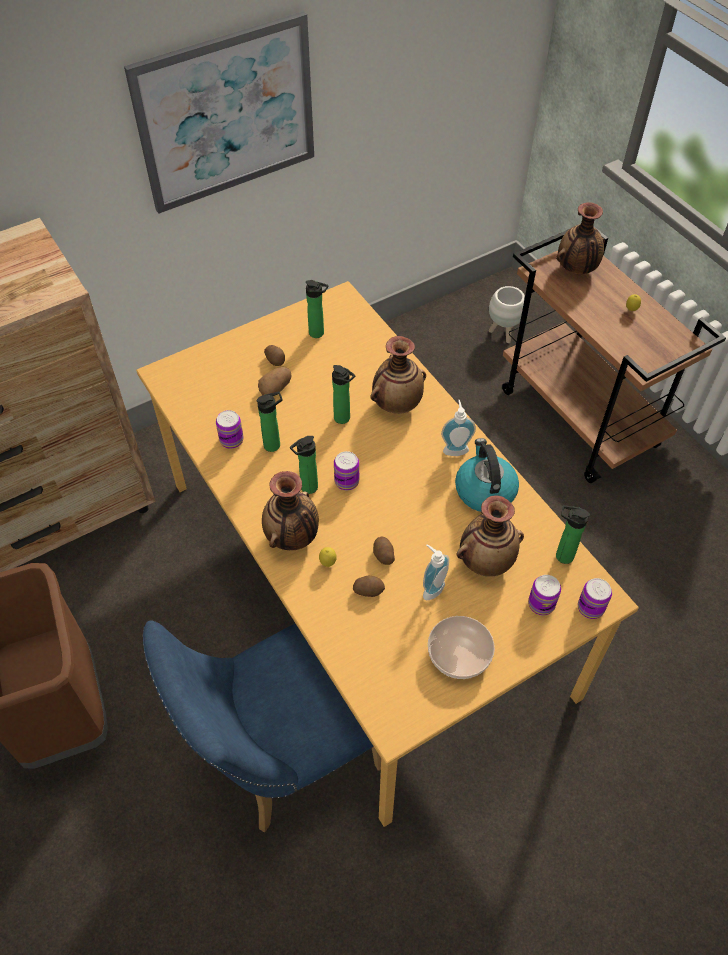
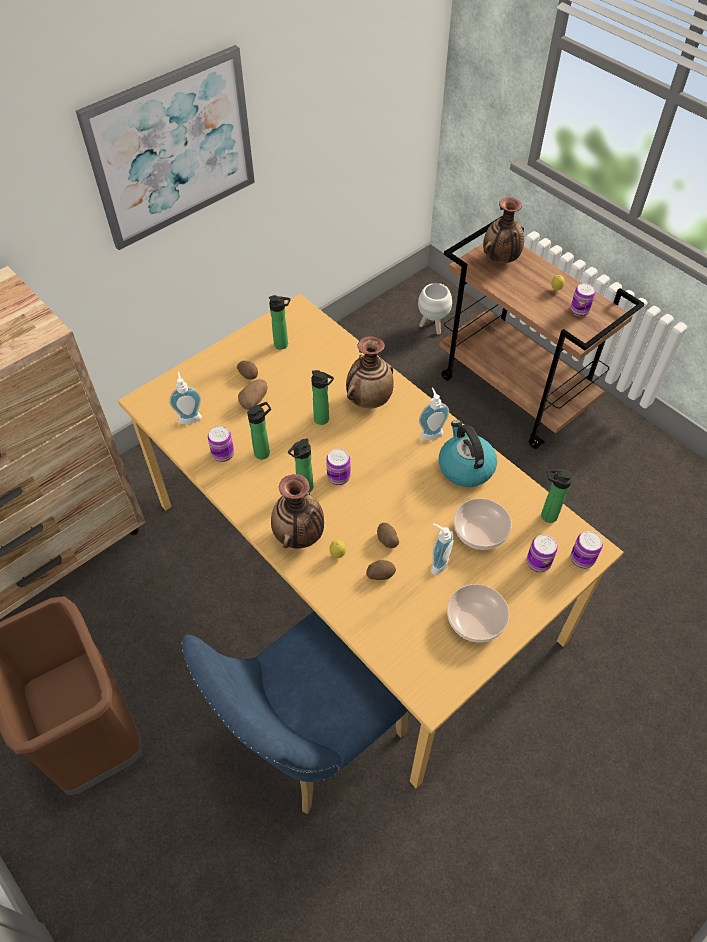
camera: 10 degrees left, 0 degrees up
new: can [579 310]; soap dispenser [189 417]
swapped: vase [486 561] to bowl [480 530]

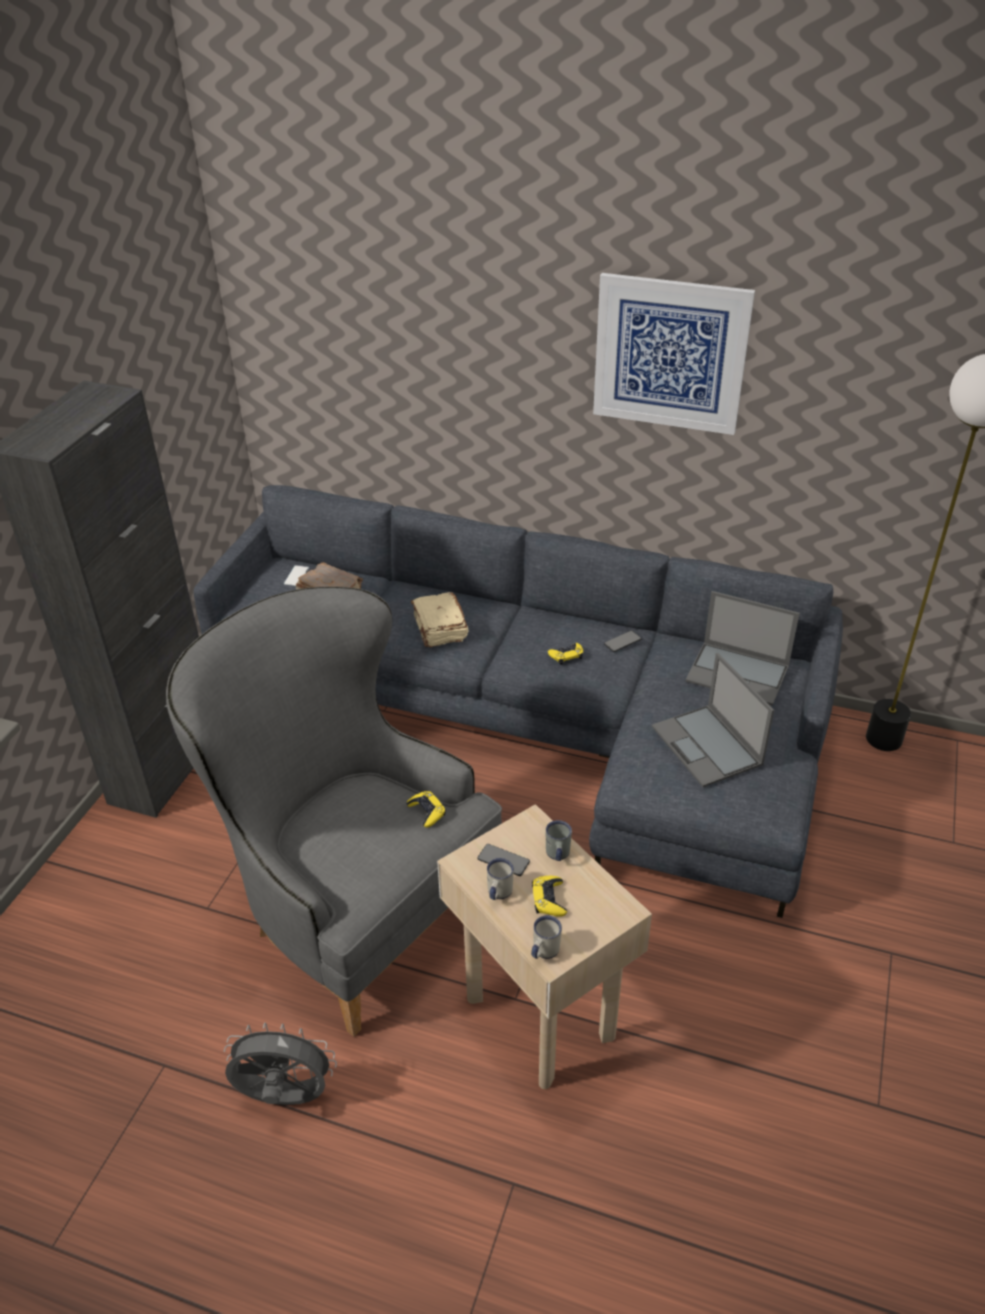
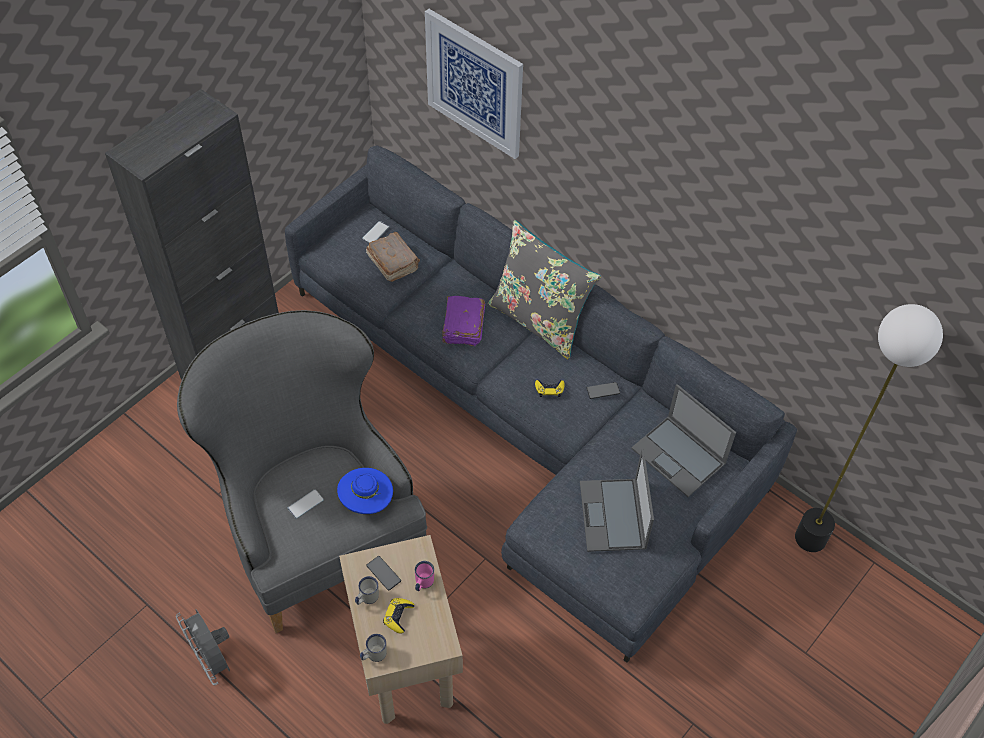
camera: 20 degrees right, 15 degrees up
new: pillow in grey [539 320]; phone [305 504]
shifted: picture [670 354] to [474 83]
swapped: game controller in yellow [427 811] to hat in blue [366 501]
repainted: book in beige [439 629] to book in purple [463 327]; mug in grey [557 855] to mug in pink [423 583]
rotated: fan in grey [284 1098] = [213 659] 150 degrees counterclockwise

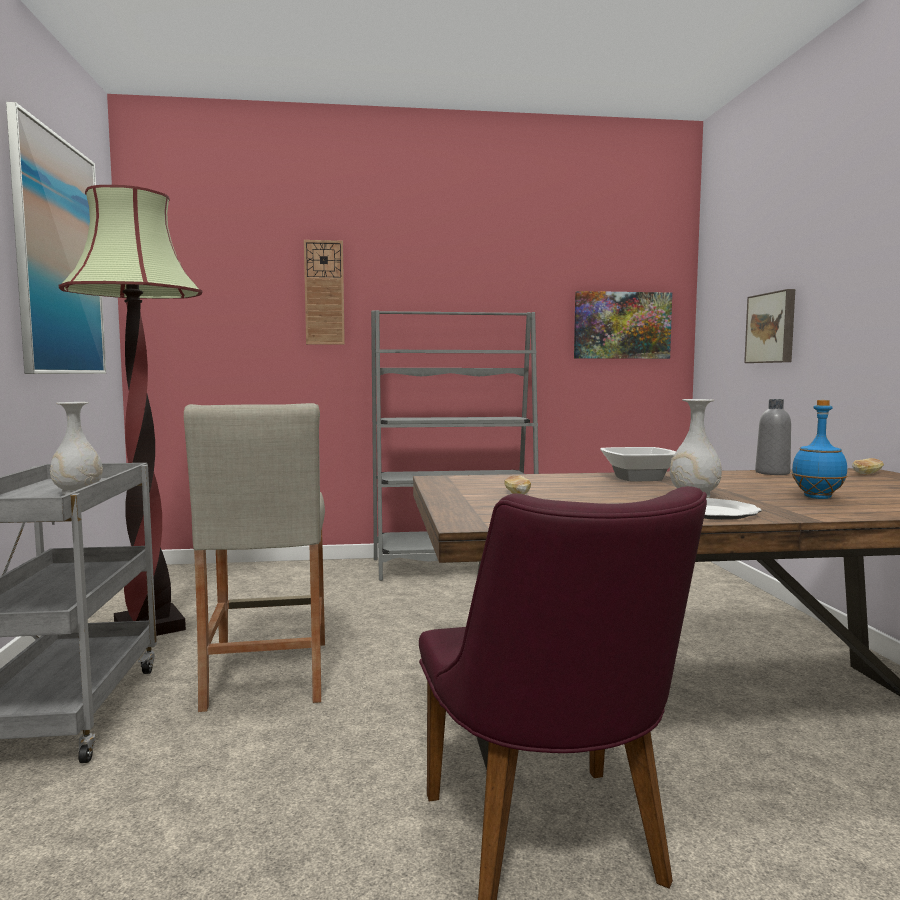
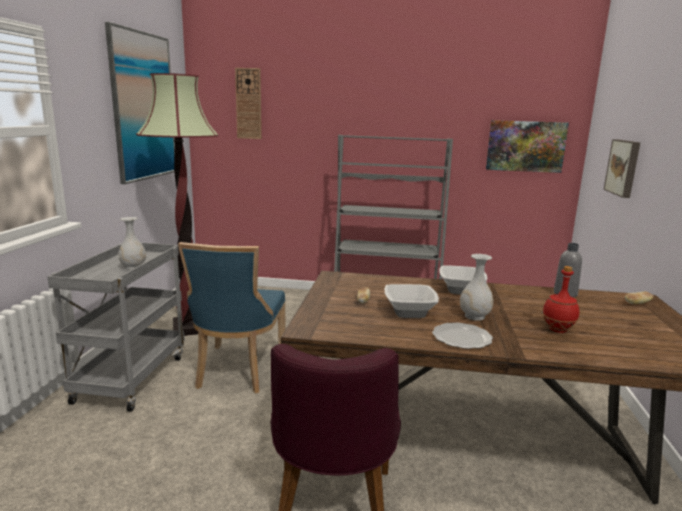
camera: 15 degrees right, 10 degrees up
new: bowl [410 312]
shifted: wall clock [324 293] to [248 104]
swapped: stool in beige [266 673] to chair in blue [238 370]
repainted: bottle in blue [817 497] to bottle in red [558 330]

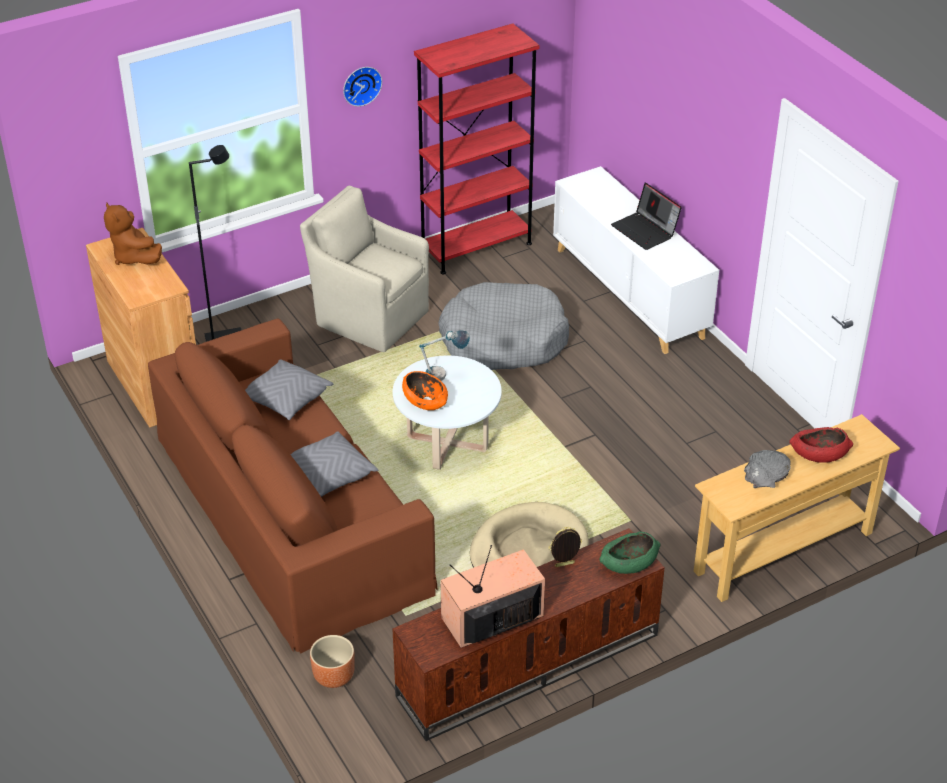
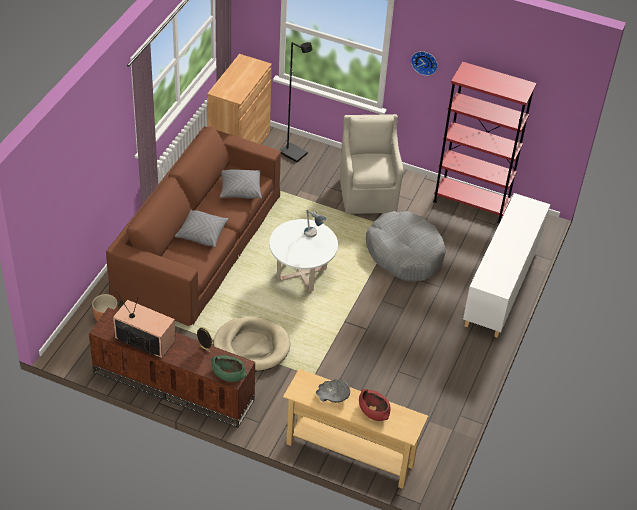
camera: 50 degrees right, 5 degrees up
gone: laptop [645 231]; plush toy in brown [134 257]; bowl in orange [425 400]

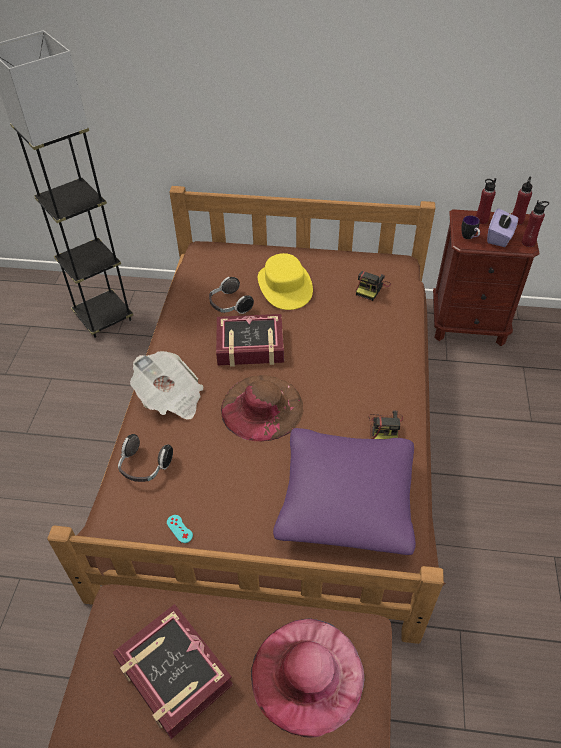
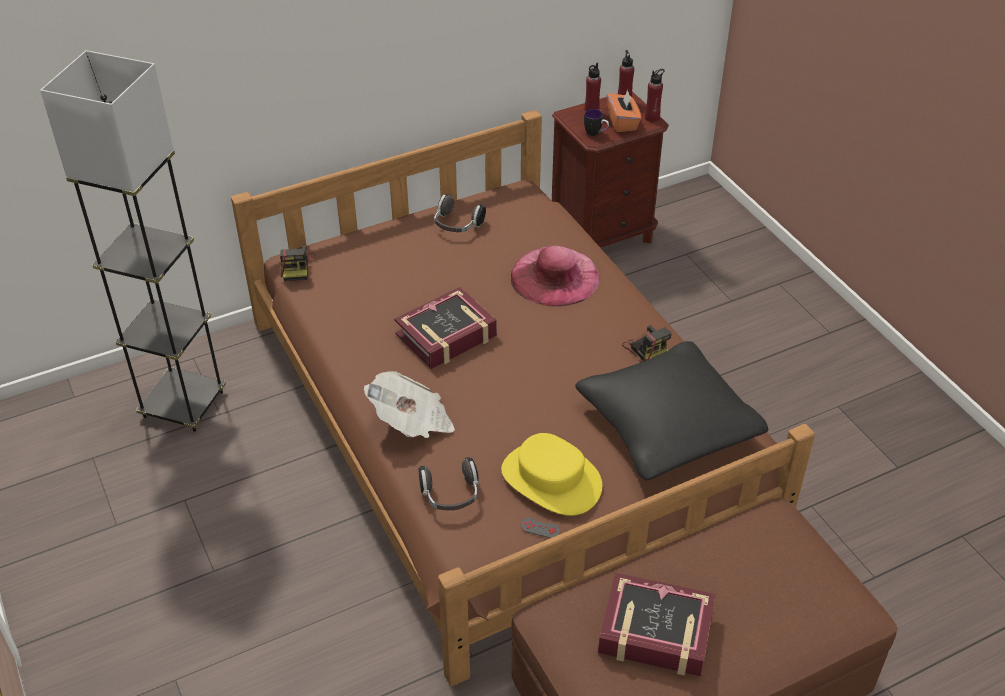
camera: 35 degrees left, 5 degrees down
gone: hat in brown [262 407]
shifted: hat in yellow [284 286] to [550 480]; photo camera [371 288] to [297 267]; headphones [229 305] to [457 226]; hat in pink [307 675] to [555 276]
repainted: tissue box in purple [499 237] to tissue box in orange [622 122]; pillow in purple [346 500] to pillow in black [667 425]; game controller in turquoise [179 529] to game controller in grey [540 528]

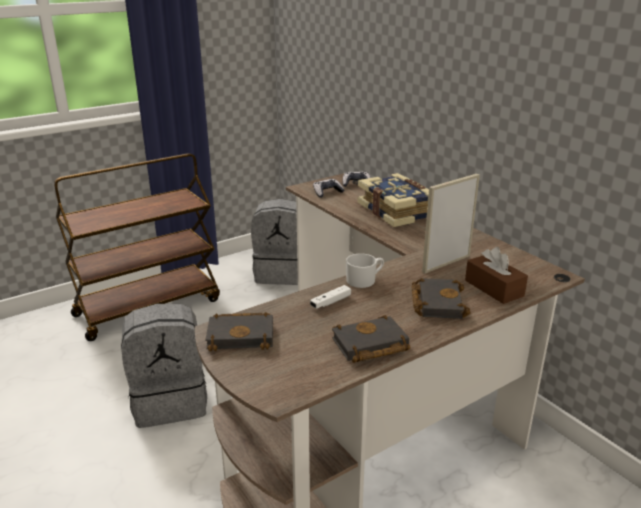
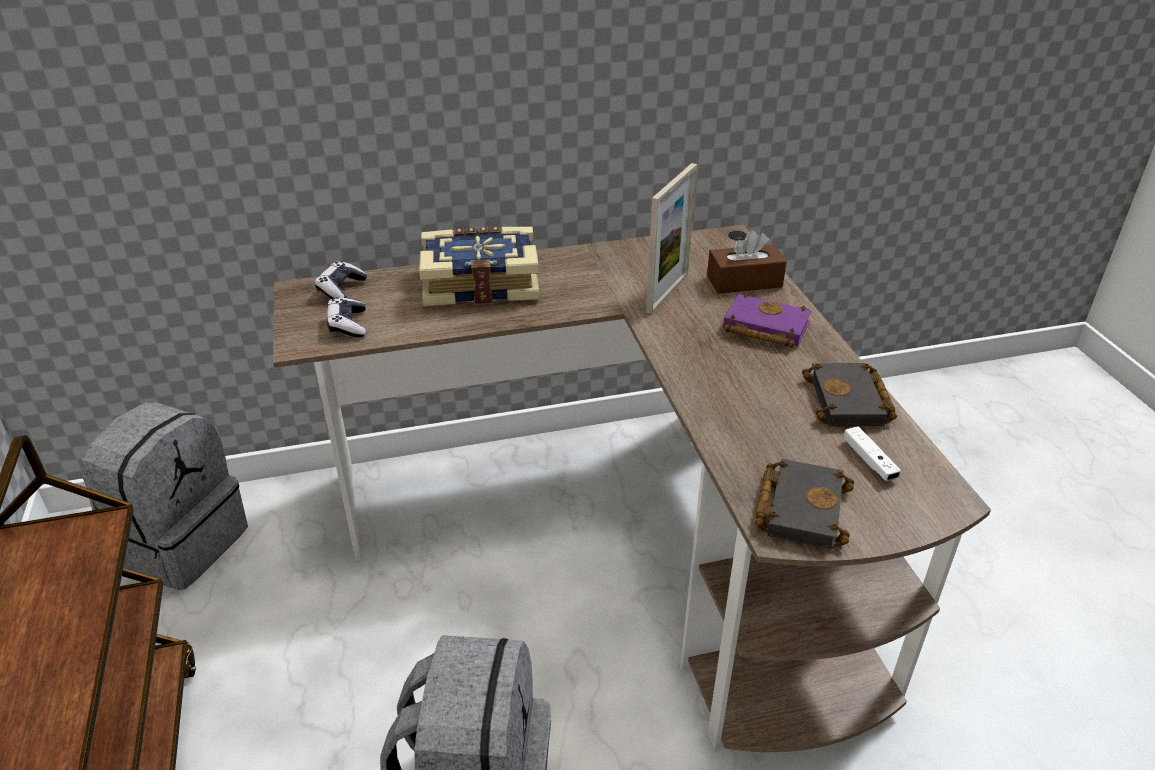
camera: 70 degrees left, 10 degrees up
gone: mug in white [364 280]
shifted: game controller in white [330 302] to [869 460]
repainted: book in black [436 302] to book in purple [762 328]
rotated: picture frame [446 263] = [667 293] 135 degrees counterclockwise

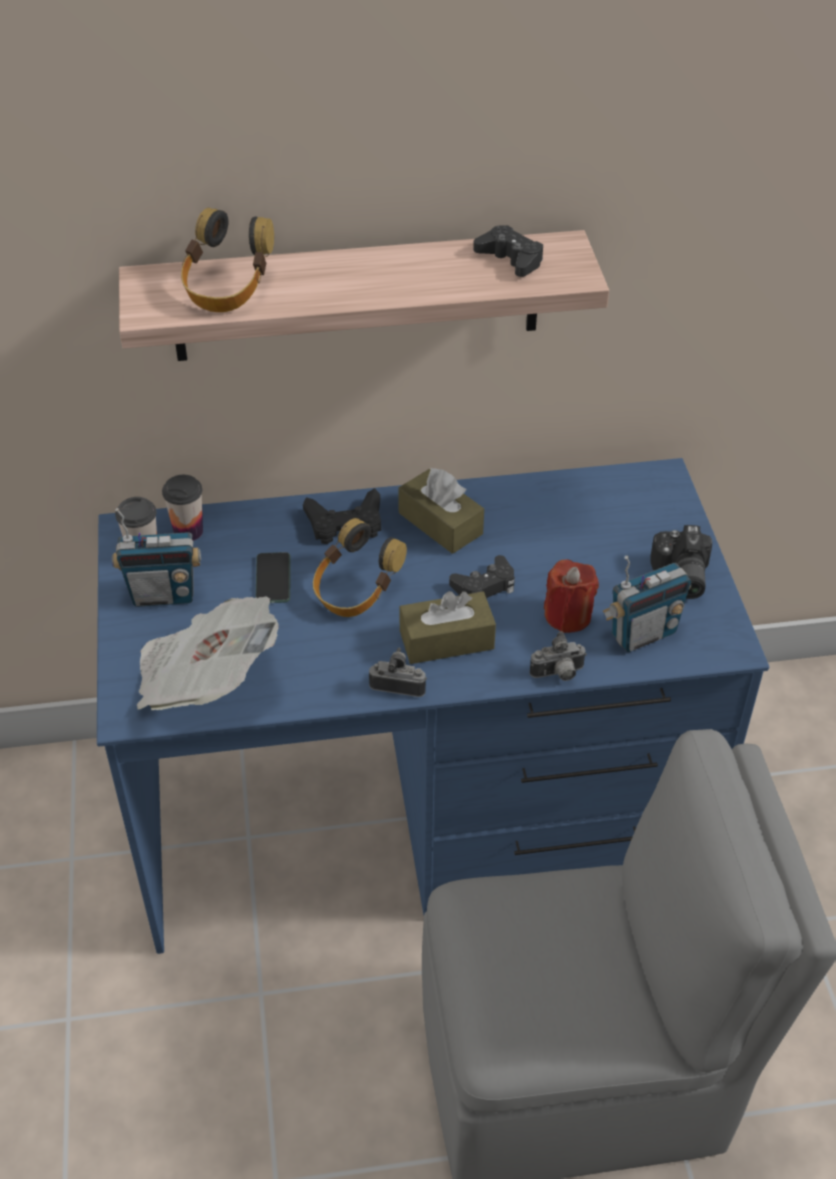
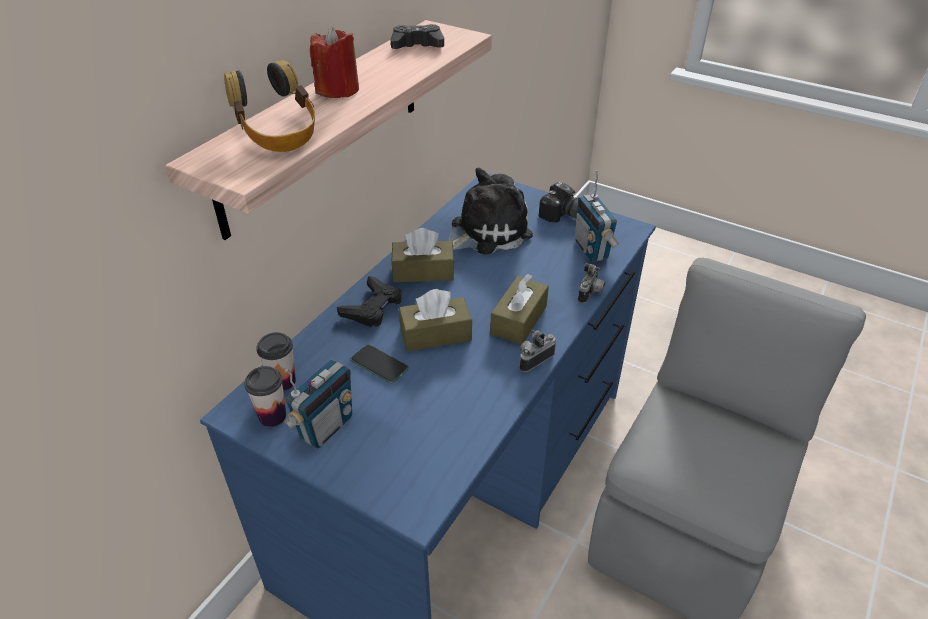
camera: 50 degrees left, 5 degrees down
gone: game controller in black [484 586]; newspaper [206 679]
new: plush toy [486 232]
shifted: candle in red [568 615] to [338 90]
swapped: headphones [356 591] to tissue box in brown [435 334]
rotated: radio [642 633] = [592 250] 150 degrees clockwise

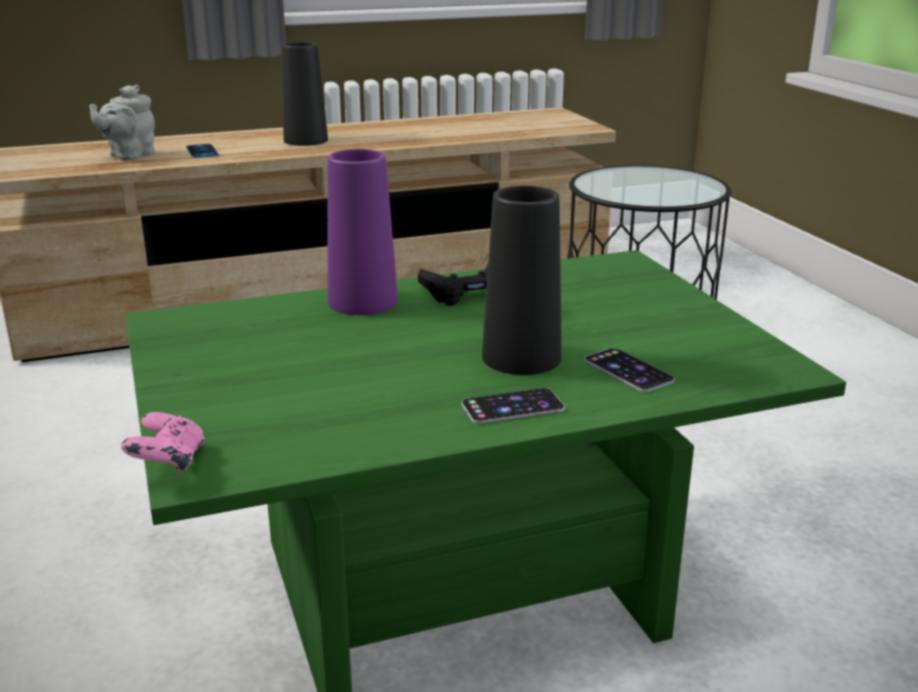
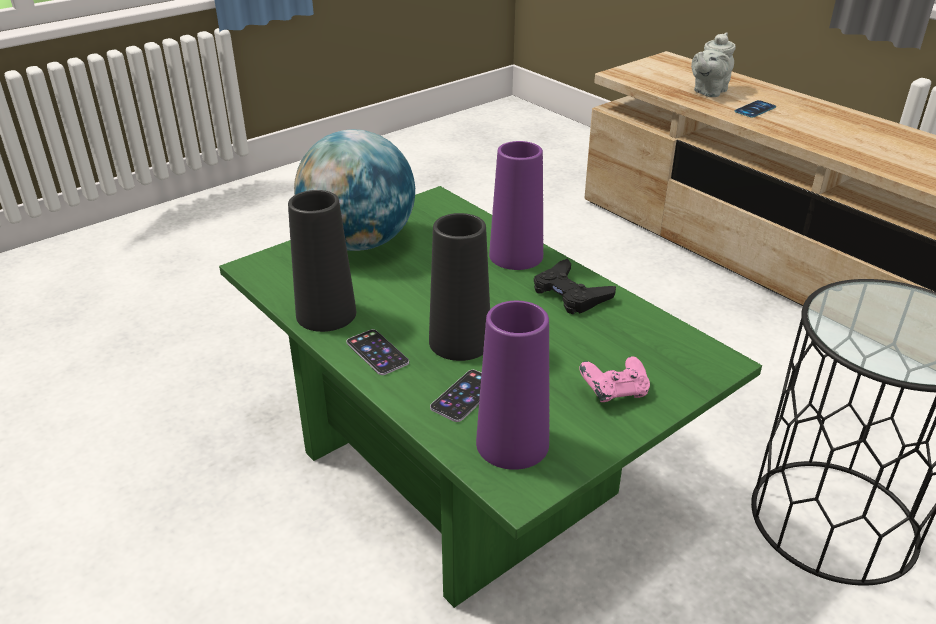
camera: 70 degrees right, 10 degrees up
new: globe [359 242]; vase in purple [512 443]
shifted: vase in black [305 140] to [326 314]; game controller in pink [168 464] to [614 393]
rotated: teapot in grey [129 156] = [708 92] 60 degrees counterclockwise

